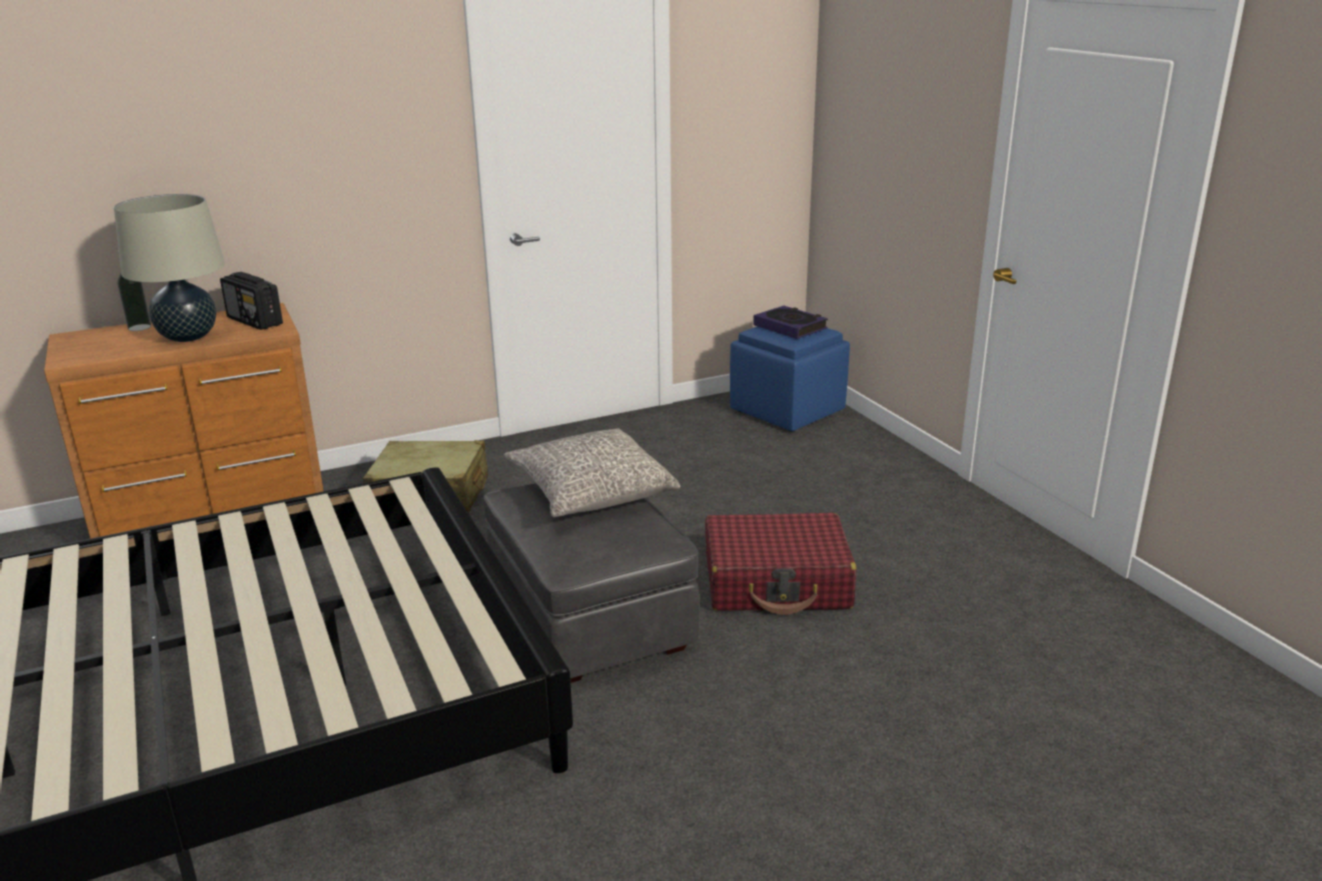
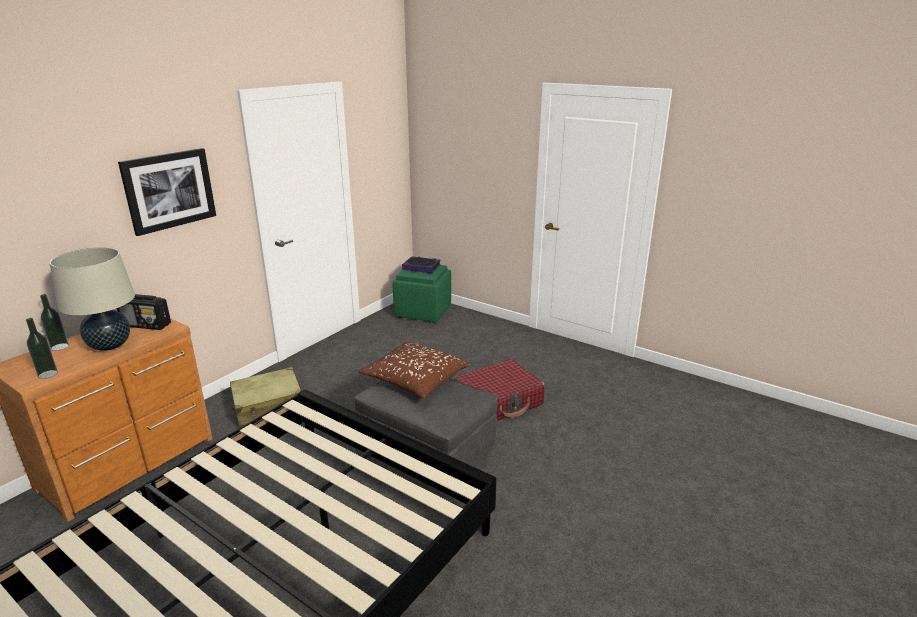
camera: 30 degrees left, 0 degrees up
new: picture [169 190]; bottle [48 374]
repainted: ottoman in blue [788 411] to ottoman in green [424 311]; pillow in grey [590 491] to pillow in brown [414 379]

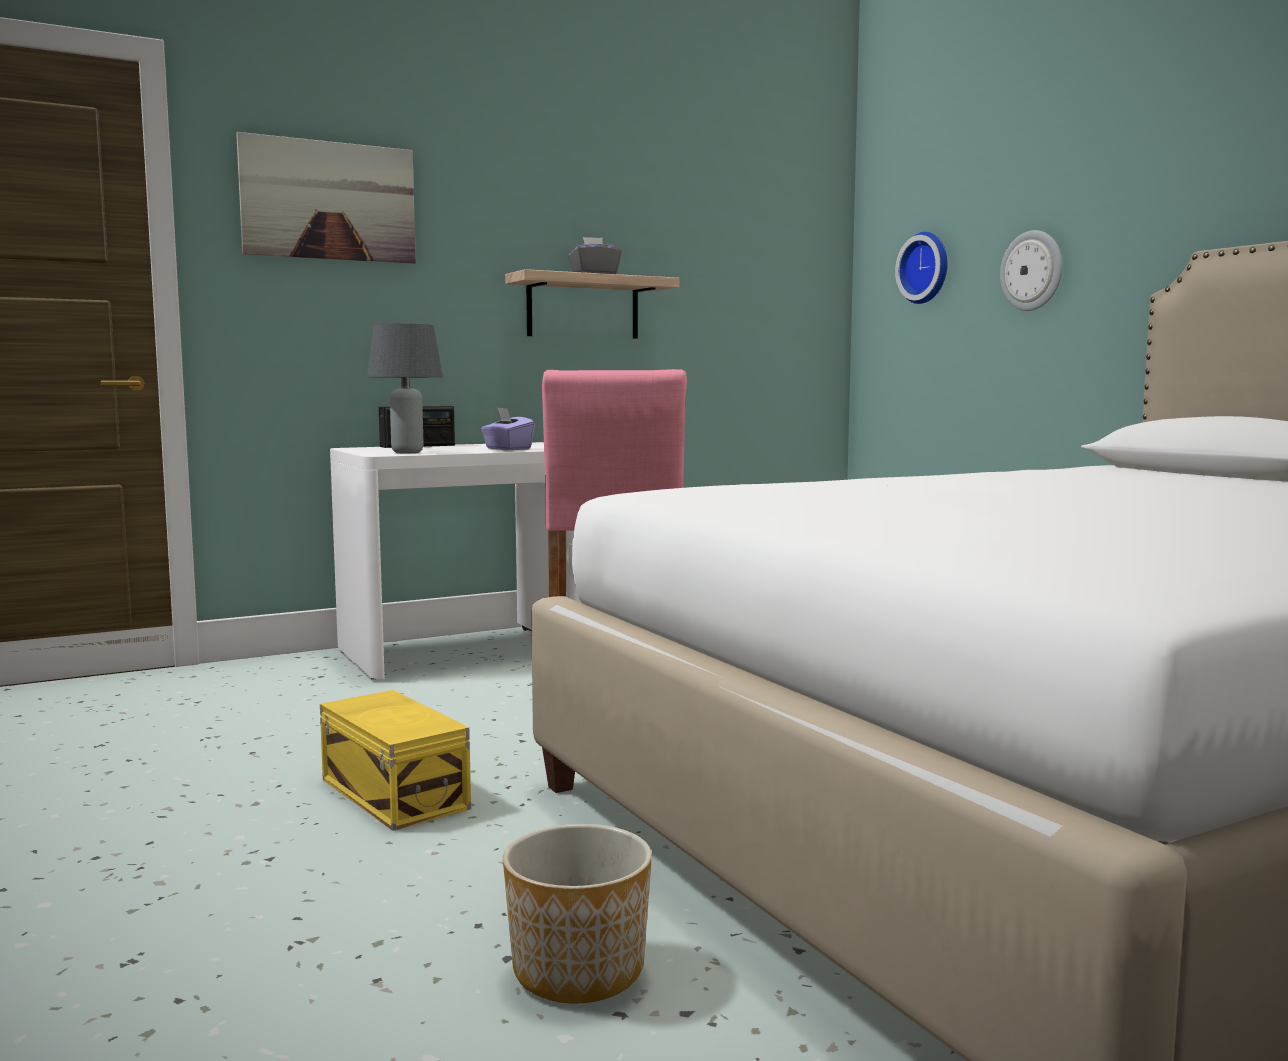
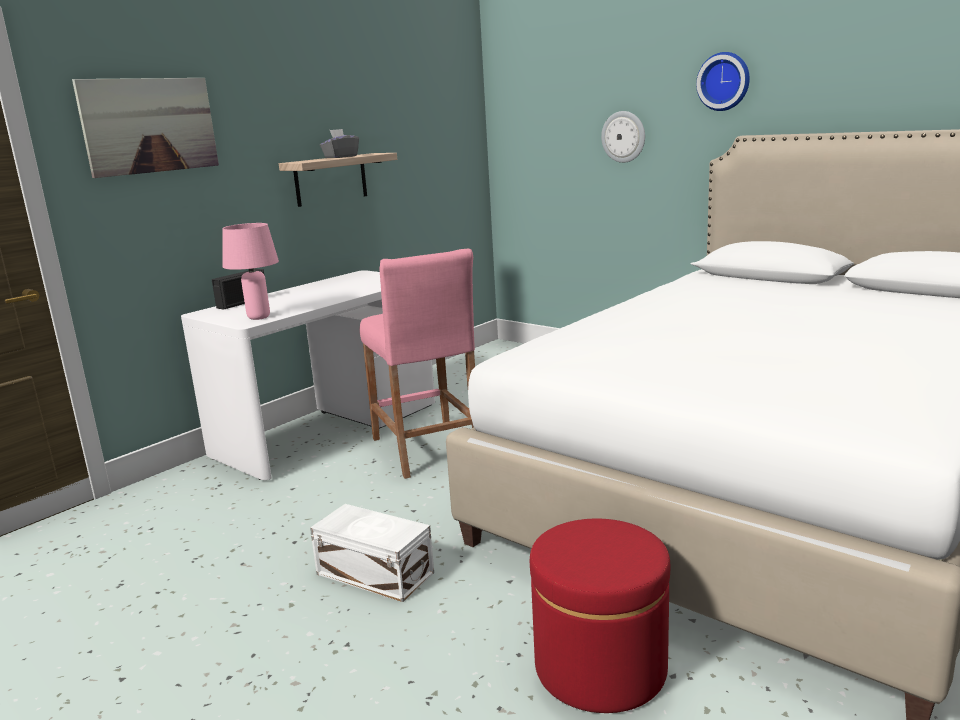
camera: 20 degrees left, 10 degrees up
gone: tissue box in purple [507 449]
shifted: wall clock [926 268] to [724 81]
swapped: planter [580 971] to ottoman in red [600 667]
repainted: table lamp in grey [407 452] to table lamp in pink [258 317]; storage box in yellow [395 792] to storage box in white [374 572]

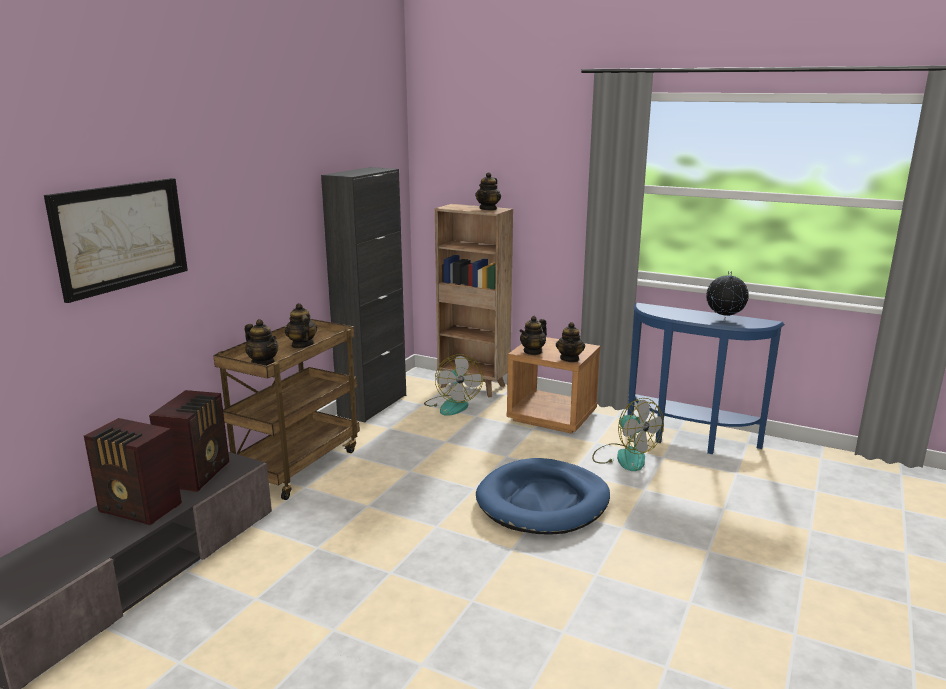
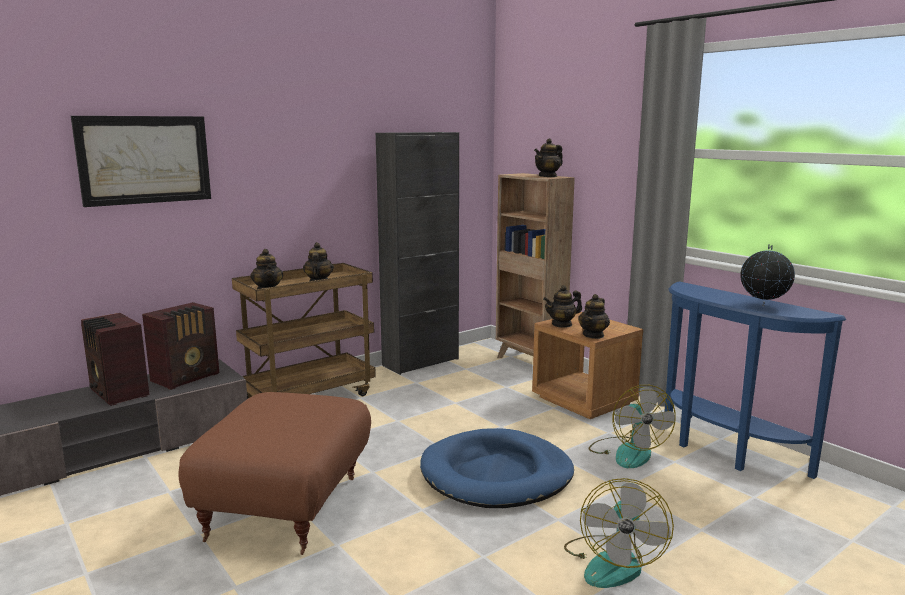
camera: 25 degrees right, 5 degrees down
new: ottoman in brown [287 508]
shifted: fan [452 405] to [612 562]

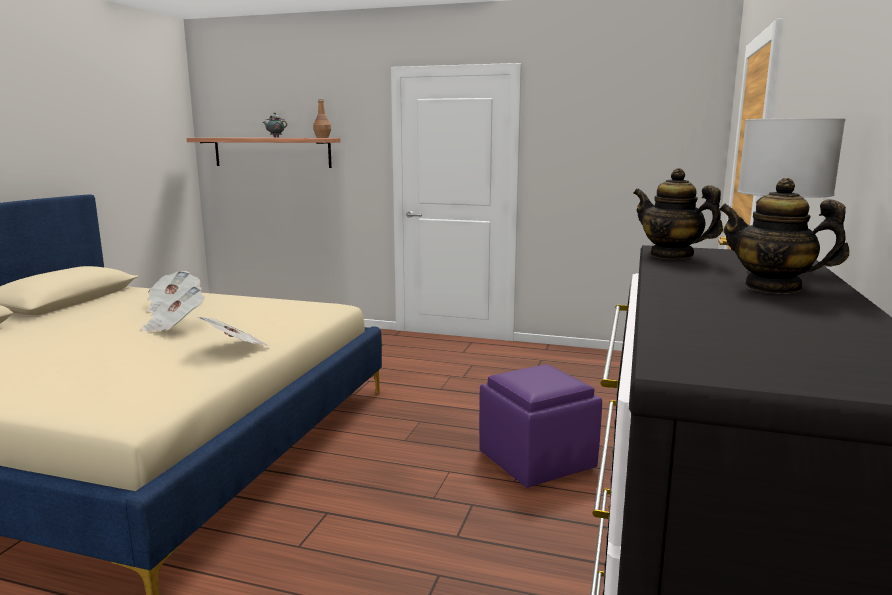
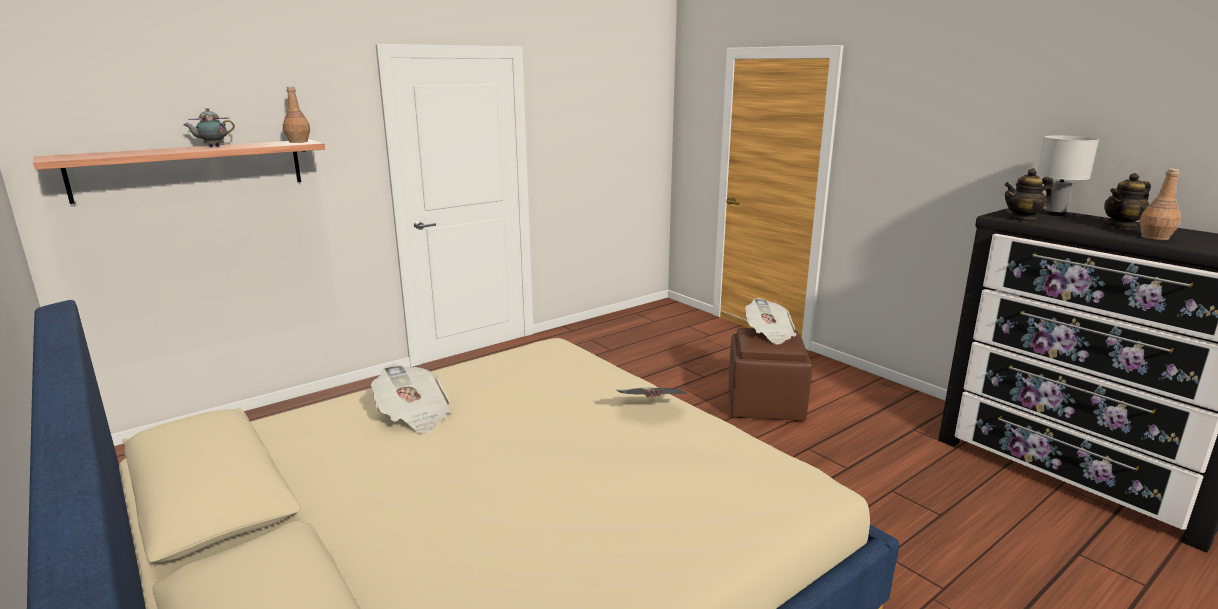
camera: 55 degrees left, 5 degrees up
new: bottle in brown [1154 237]
shifted: newspaper [174 325] to [769 334]
repainted: ottoman in purple [536 461] to ottoman in brown [766 405]

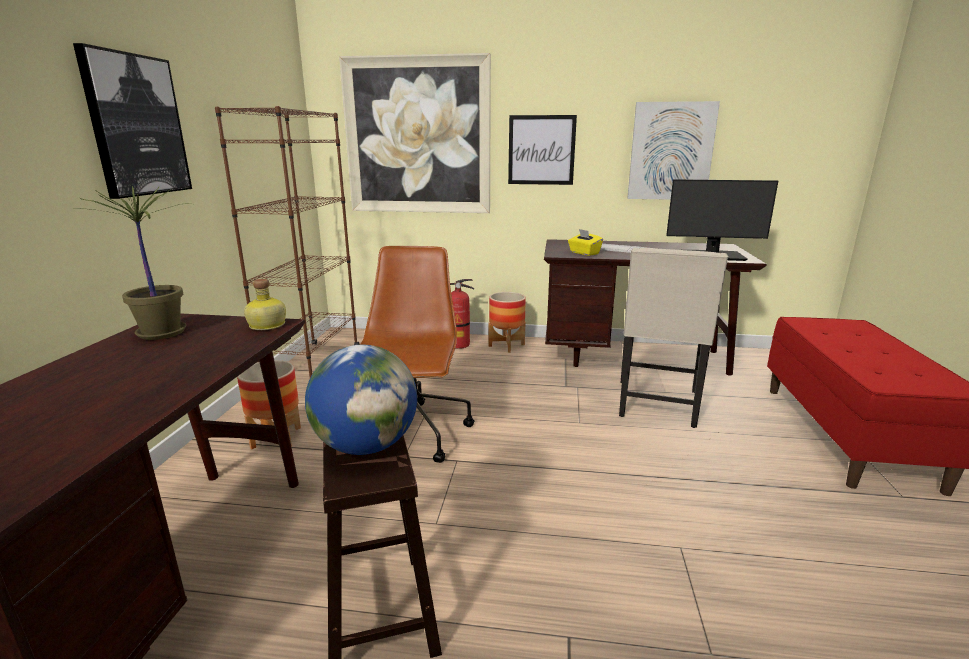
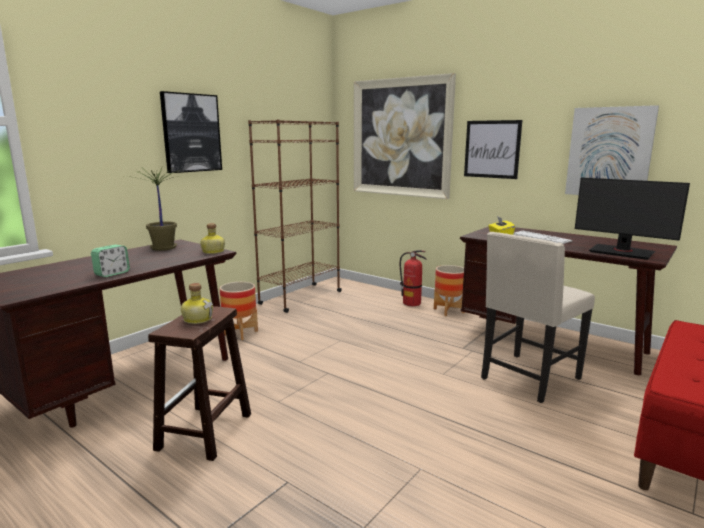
camera: 30 degrees right, 5 degrees down
gone: office chair in brown [411 434]
new: alarm clock [112 274]
swapped: globe [366 446] to bottle [197 319]

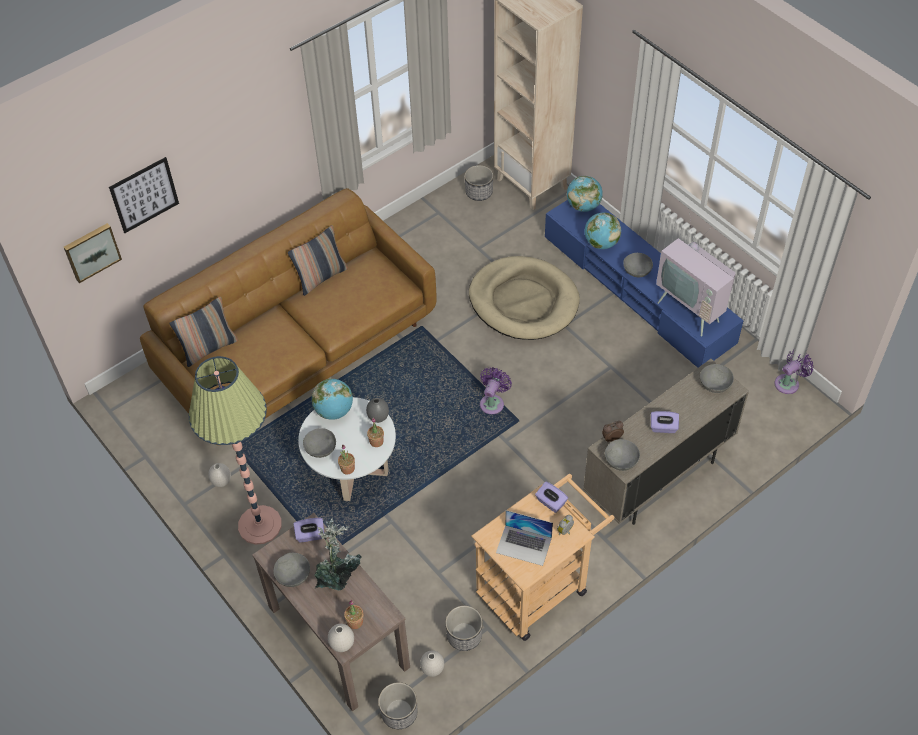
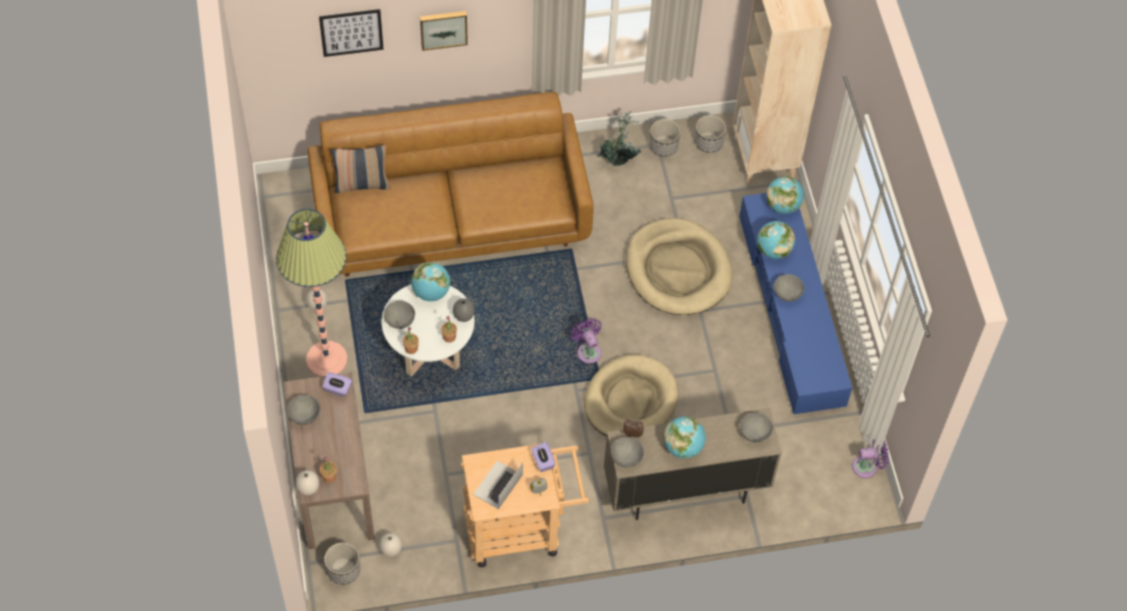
camera: 25 degrees right, 5 degrees up
gone: television [692 309]; pillow [321 277]
new: dog bed in beige [630 400]
shifted: picture [91 251] to [443 28]; potted plant [339 577] to [619 159]; planter [464 635] to [663 146]
swapped: tissue box in purple [663 427] to globe [683 447]
rotated: fan in purple [493 402] = [588 350] 75 degrees counterclockwise; laptop [524 545] = [498 485] 75 degrees clockwise

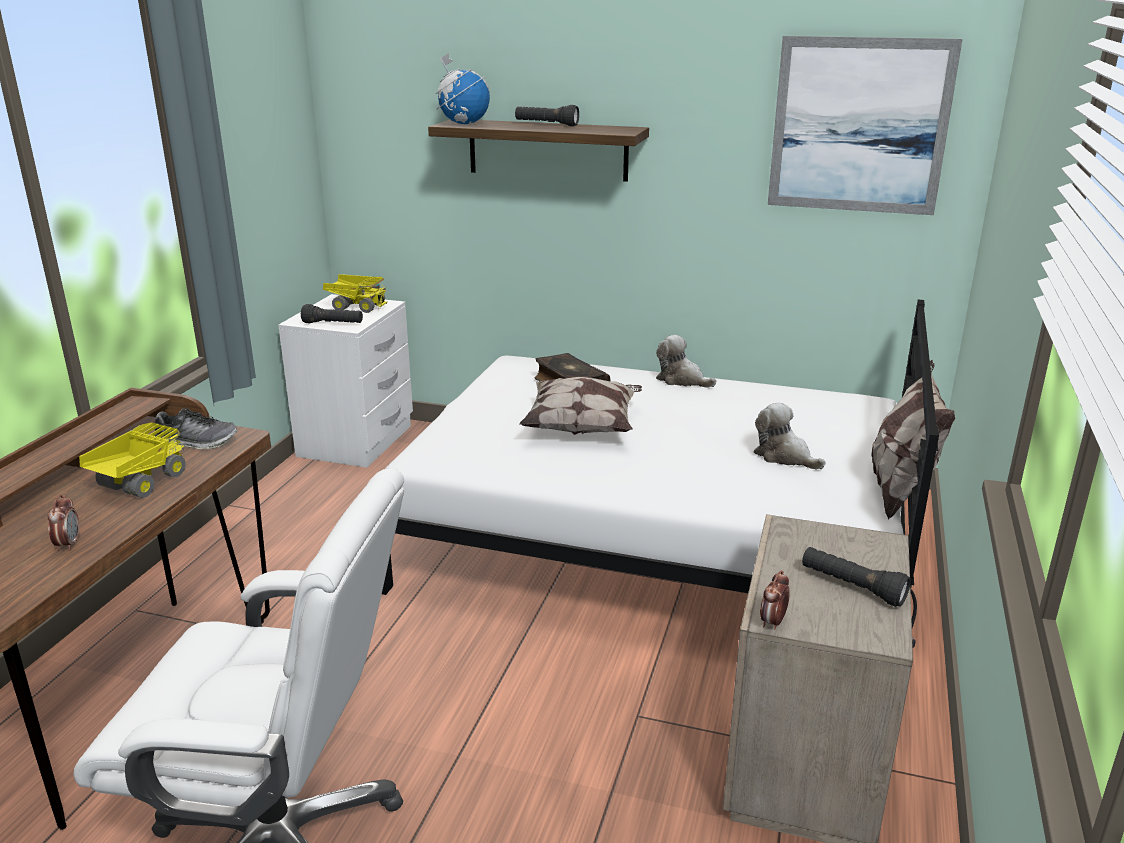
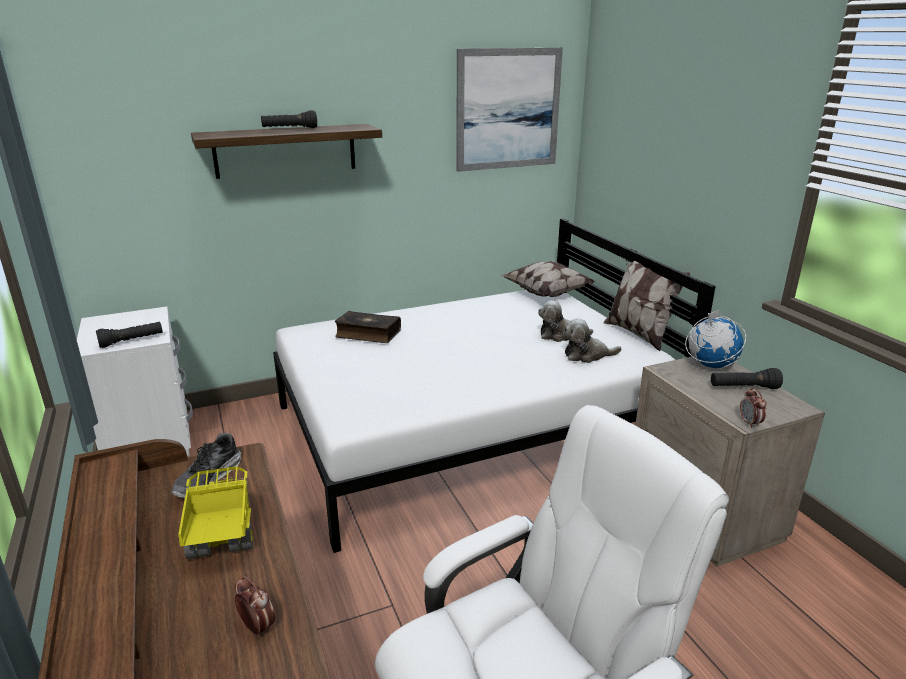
camera: 40 degrees left, 0 degrees up
gone: toy truck [356 306]
shifted: globe [463 124] to [710 365]; plush toy [681 380] to [587 355]; pillow [583 427] to [546 293]
rotated: shoe [196 442] = [208 479] 150 degrees clockwise

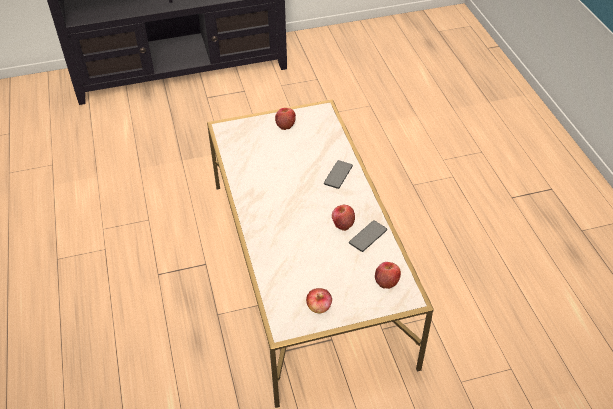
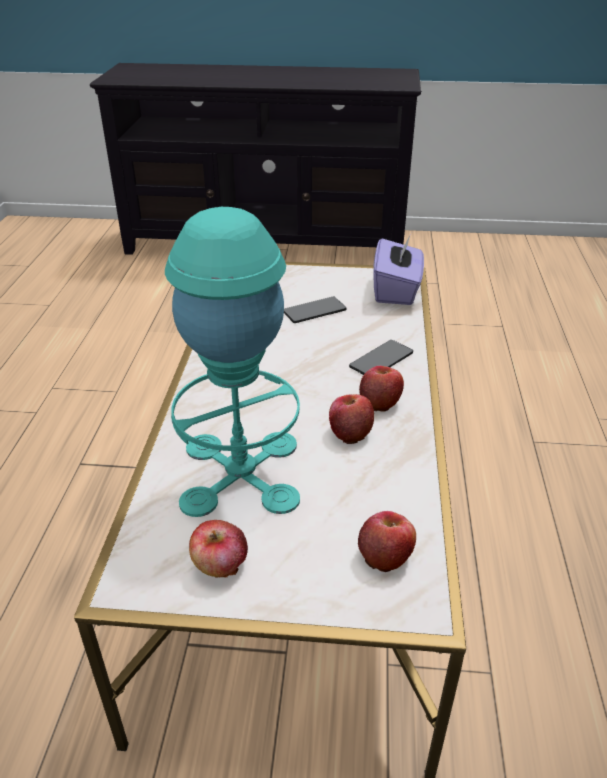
camera: 20 degrees right, 10 degrees down
new: table lamp in turquoise [240 472]; tissue box in purple [396 290]
shifted: apple [285 124] to [380 402]; phone [368 236] to [314 311]

